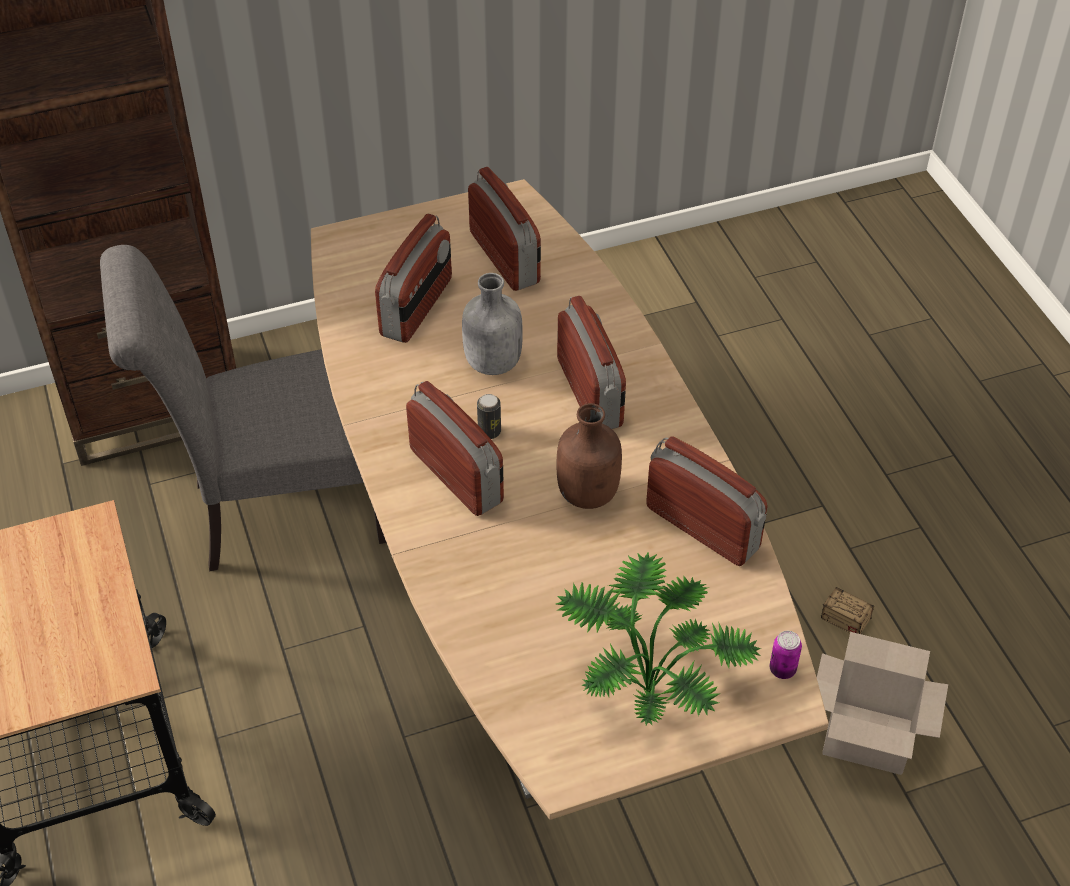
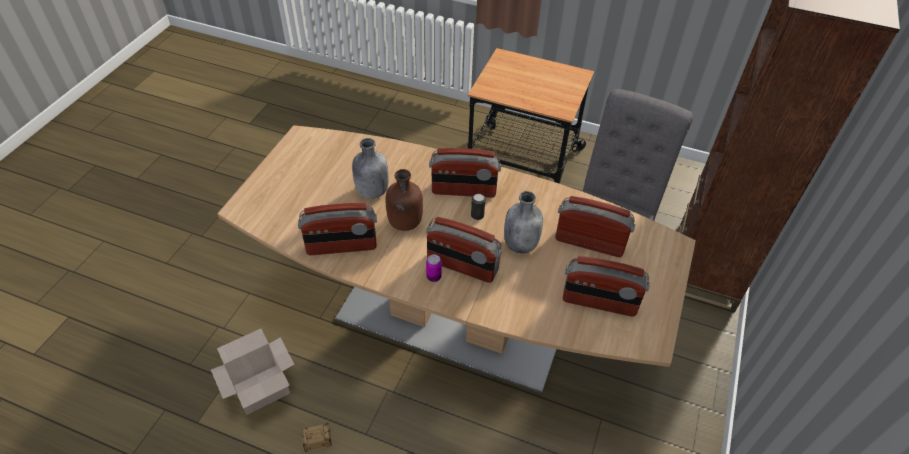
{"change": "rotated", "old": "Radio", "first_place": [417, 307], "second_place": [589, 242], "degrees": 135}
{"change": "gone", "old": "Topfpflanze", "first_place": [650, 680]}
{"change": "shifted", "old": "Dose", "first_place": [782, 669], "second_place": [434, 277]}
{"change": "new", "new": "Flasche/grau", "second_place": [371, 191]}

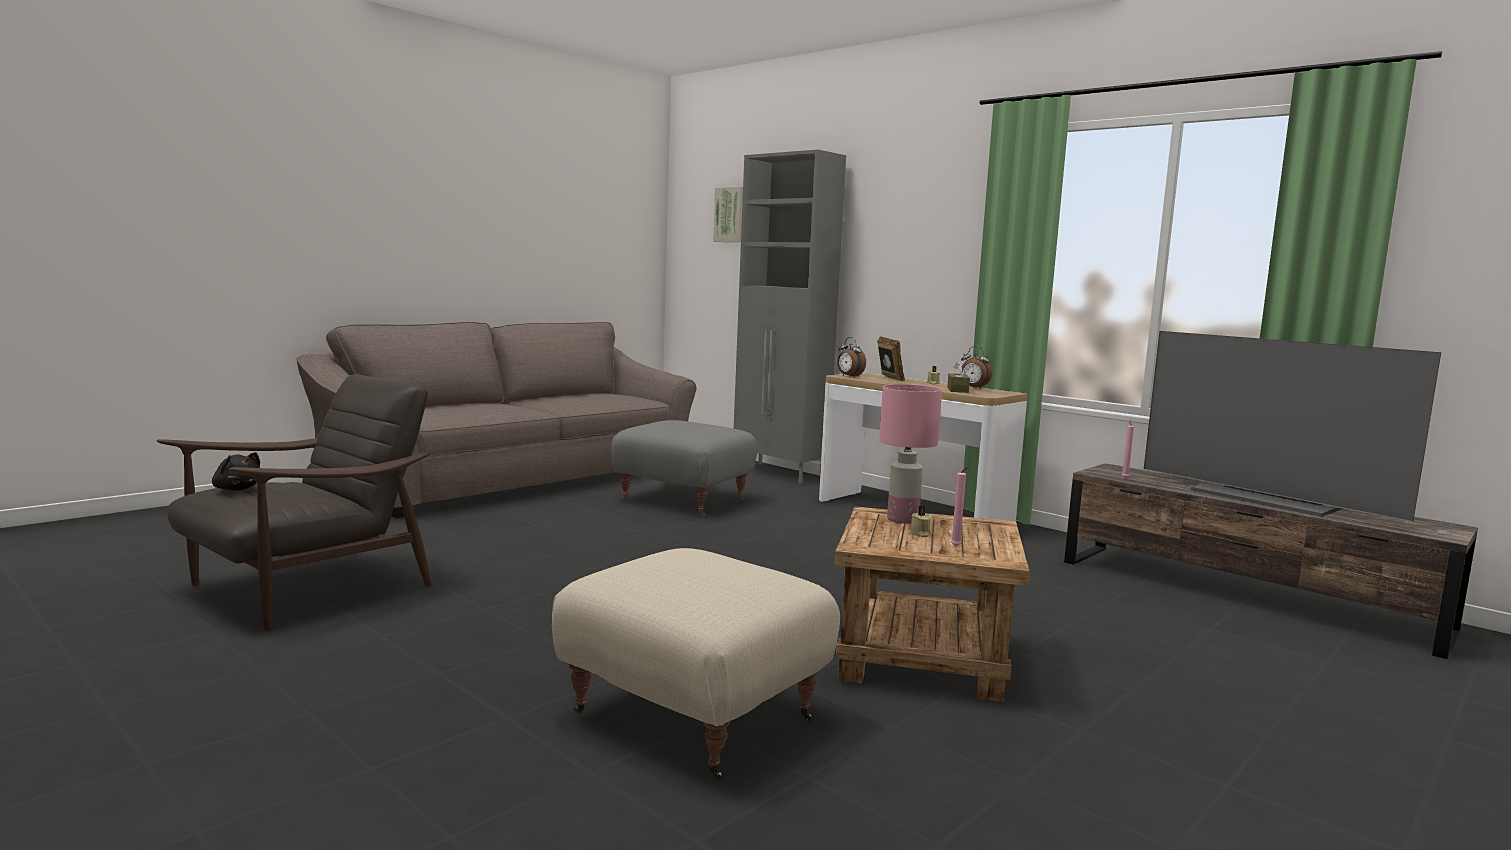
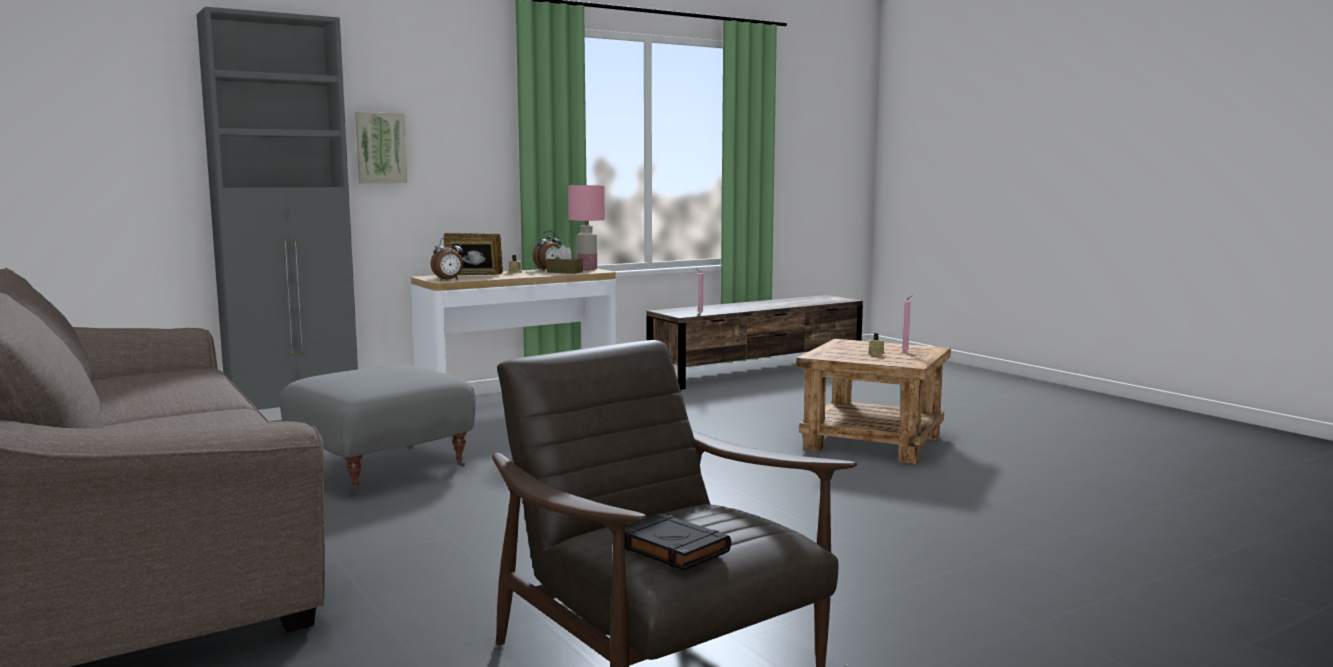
{"change": "swapped", "old": "Plüschtier/schwarz", "new": "Buch/schwarz", "first_place": [236, 489], "second_place": [671, 548]}
{"change": "gone", "old": "Polsterhocker/beige", "first_place": [694, 716]}
{"change": "shifted", "old": "Bild", "first_place": [730, 215], "second_place": [380, 148]}
{"change": "shifted", "old": "Tischlampe/rosa", "first_place": [901, 519], "second_place": [587, 269]}
{"change": "gone", "old": "Fernseher", "first_place": [1266, 499]}

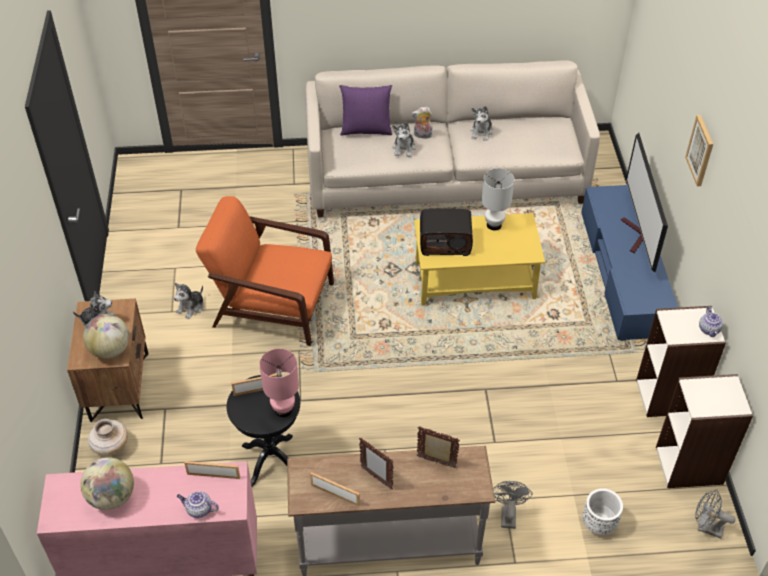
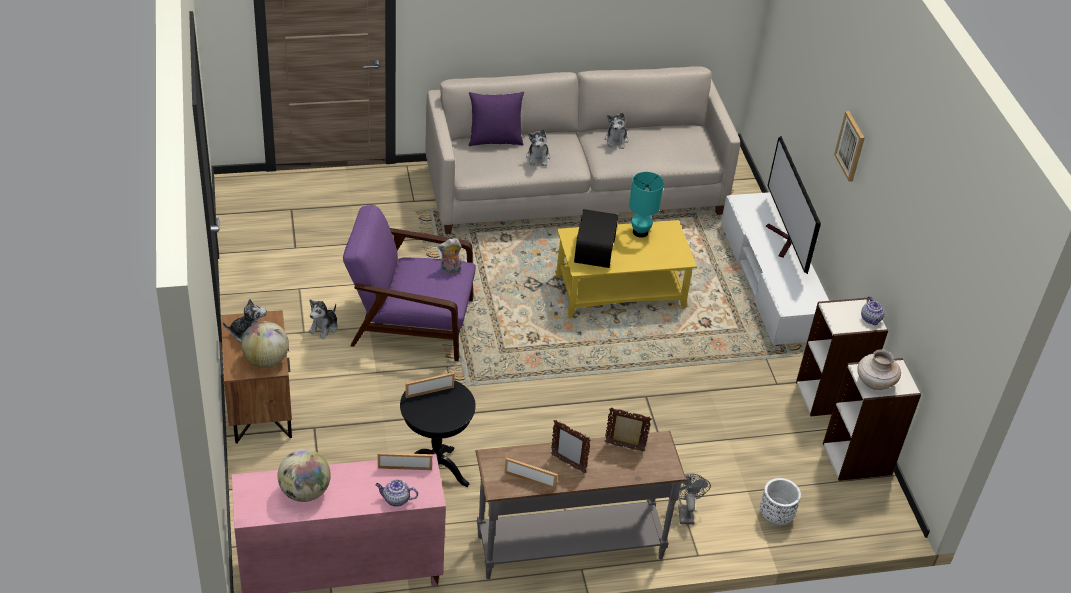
{"change": "shifted", "old": "Vase/beige", "first_place": [110, 446], "second_place": [874, 383]}
{"change": "repainted", "old": "Sessel/orange", "new": "Sessel/lila", "first_place": [272, 304], "second_place": [410, 322]}
{"change": "gone", "old": "Tischlampe/rosa", "first_place": [283, 409]}
{"change": "shifted", "old": "Plüschtier", "first_place": [422, 136], "second_place": [450, 270]}
{"change": "rotated", "old": "Radio", "first_place": [445, 242], "second_place": [593, 250], "degrees": -75}
{"change": "repainted", "old": "Tischlampe/weiß", "new": "Tischlampe/türkis", "first_place": [493, 225], "second_place": [640, 232]}
{"change": "repainted", "old": "Fernsehschrank/blau", "new": "Fernsehschrank/weiß", "first_place": [623, 273], "second_place": [771, 281]}
{"change": "gone", "old": "Ventilator/grau", "first_place": [706, 527]}

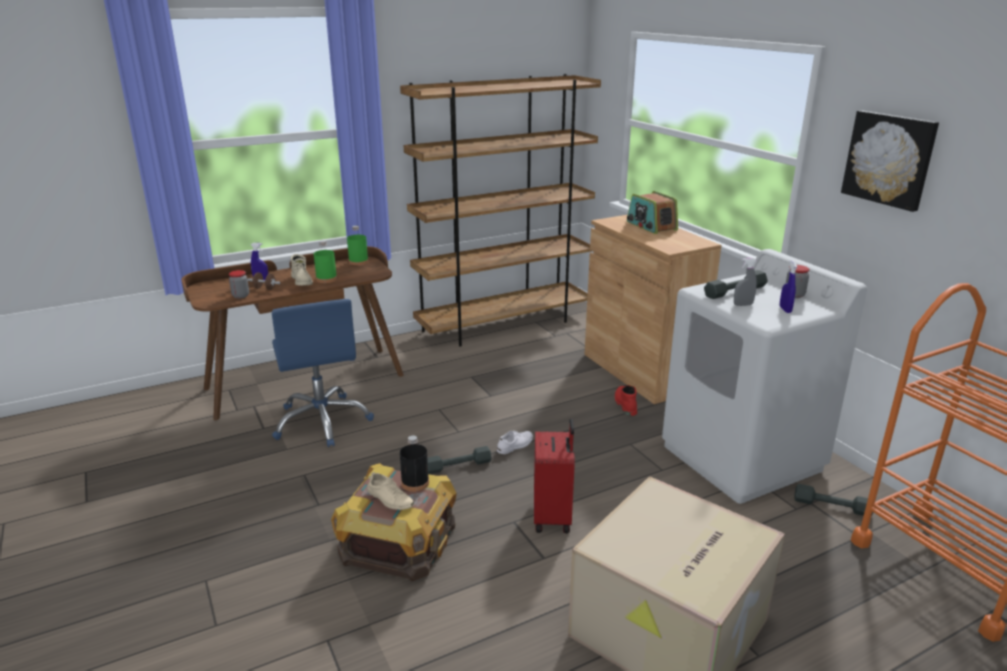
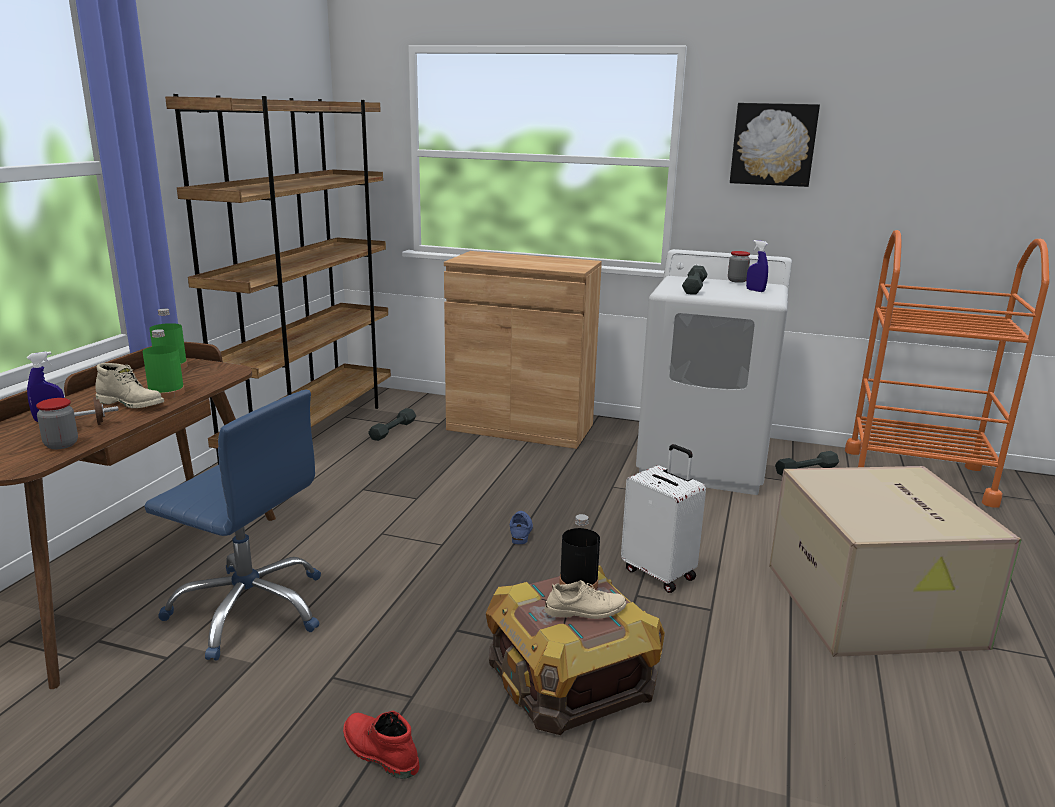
{"change": "shifted", "old": "Hantel/grau", "first_place": [458, 466], "second_place": [393, 430]}
{"change": "repainted", "old": "Schuh/weiß", "new": "Schuh/blau", "first_place": [515, 445], "second_place": [520, 531]}
{"change": "repainted", "old": "Koffer/rot", "new": "Koffer/weiß", "first_place": [553, 517], "second_place": [660, 573]}
{"change": "shifted", "old": "Stiefel/rot", "first_place": [625, 404], "second_place": [378, 752]}
{"change": "gone", "old": "Radio", "first_place": [651, 226]}
{"change": "gone", "old": "Sprühflasche/grau", "first_place": [743, 305]}

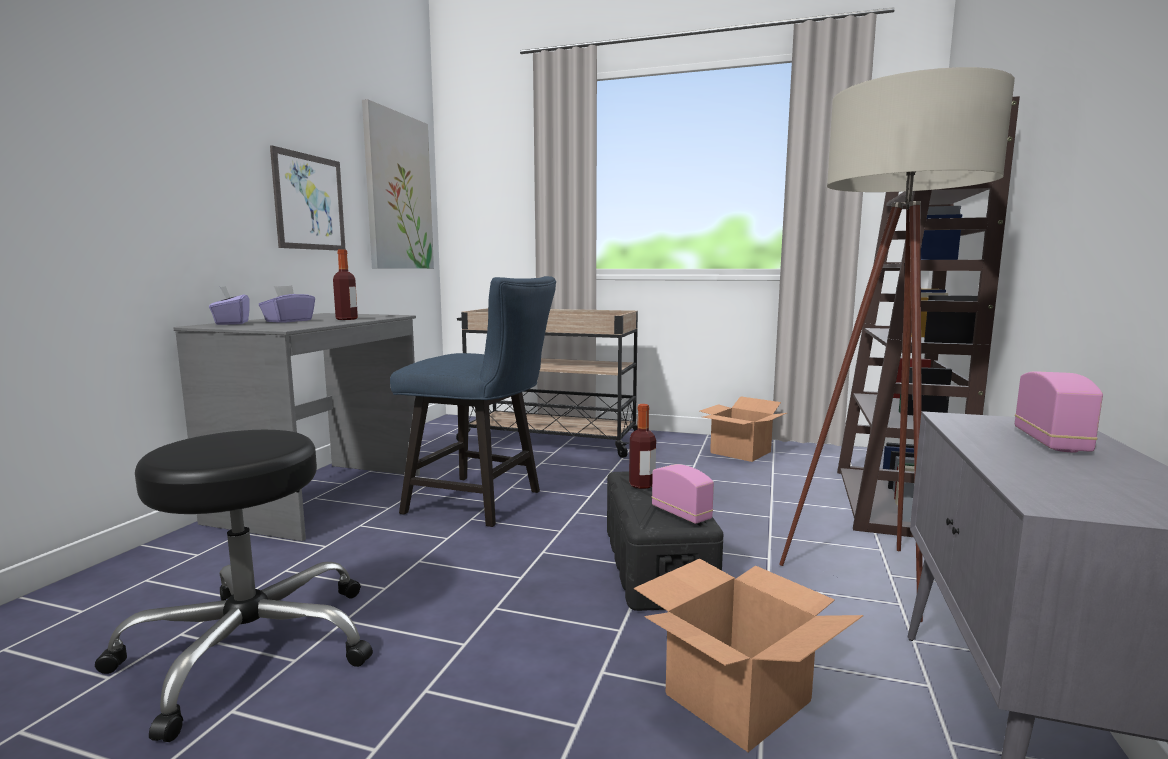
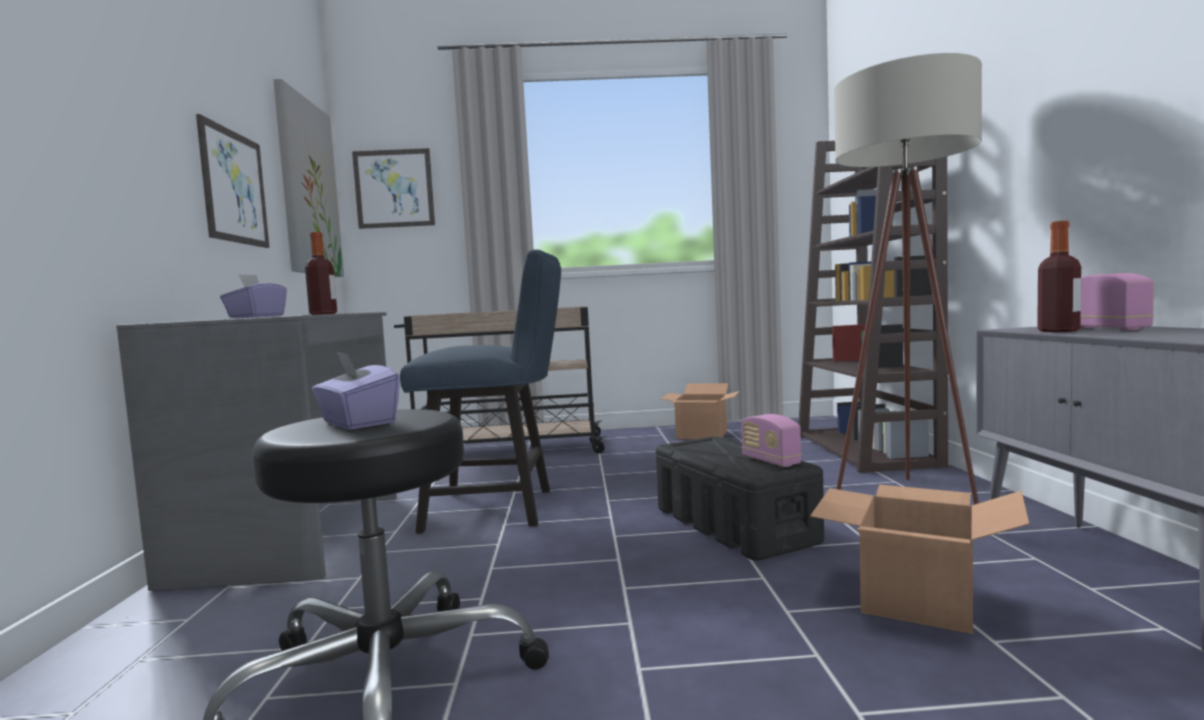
{"change": "shifted", "old": "Taschentuchbox/lila", "first_place": [231, 323], "second_place": [357, 423]}
{"change": "shifted", "old": "Flasche", "first_place": [642, 485], "second_place": [1058, 331]}
{"change": "rotated", "old": "Radio", "first_place": [681, 513], "second_place": [770, 461], "degrees": -150}
{"change": "new", "new": "Bild", "second_place": [394, 188]}

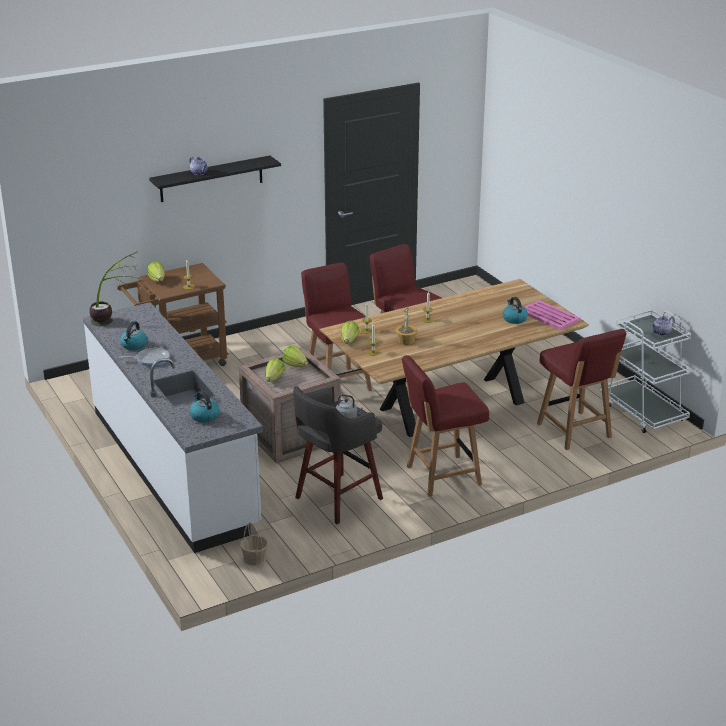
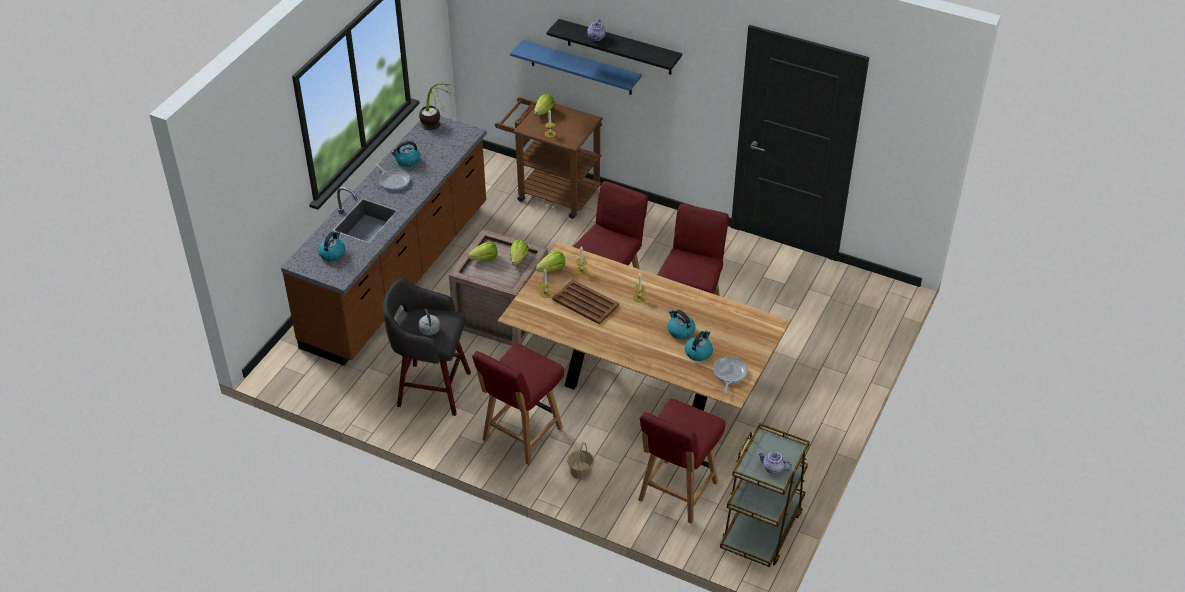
{"change": "repainted", "old": "Küchenzeile/weiß", "new": "Küchenzeile/braun", "first_place": [174, 467], "second_place": [398, 276]}
{"change": "shifted", "old": "Korb", "first_place": [254, 558], "second_place": [581, 471]}
{"change": "swapped", "old": "Topfpflanze", "new": "Tablett/braun", "first_place": [406, 341], "second_place": [586, 303]}
{"change": "rotated", "old": "Stuhl/rot", "first_place": [441, 476], "second_place": [521, 435], "degrees": -90}
{"change": "swapped", "old": "Tablett/rosa", "new": "Pfanne", "first_place": [549, 316], "second_place": [729, 374]}
{"change": "repainted", "old": "Rollwagen/weiß", "new": "Rollwagen/braun", "first_place": [642, 412], "second_place": [761, 528]}
{"change": "new", "new": "Wandregal/blau", "second_place": [581, 68]}
{"change": "new", "new": "Wasserkessel", "second_place": [680, 331]}

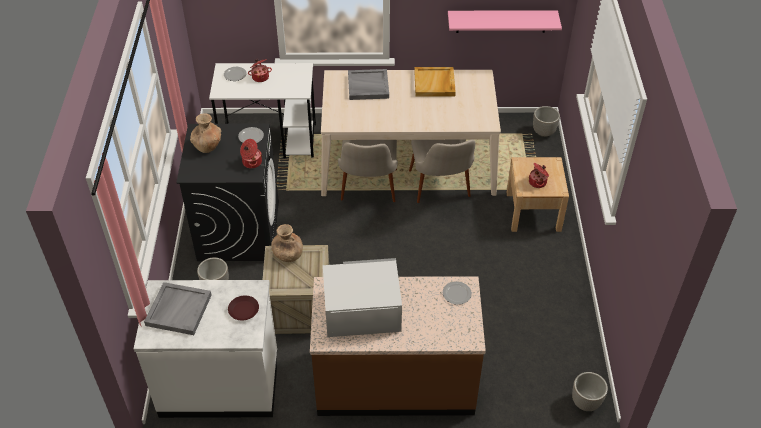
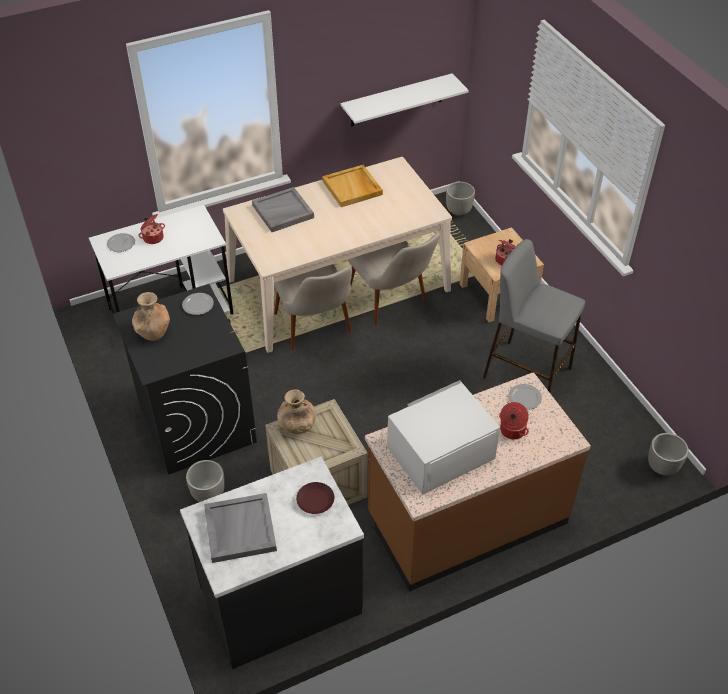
{"change": "repainted", "old": "Küchenzeile/weiß", "new": "Küchenzeile/schwarz", "first_place": [220, 384], "second_place": [280, 602]}
{"change": "shifted", "old": "Kochtopf", "first_place": [251, 162], "second_place": [512, 430]}
{"change": "repainted", "old": "Wandregal/rosa", "new": "Wandregal/weiß", "first_place": [501, 21], "second_place": [397, 100]}
{"change": "new", "new": "Hocker/grau", "second_place": [526, 372]}

